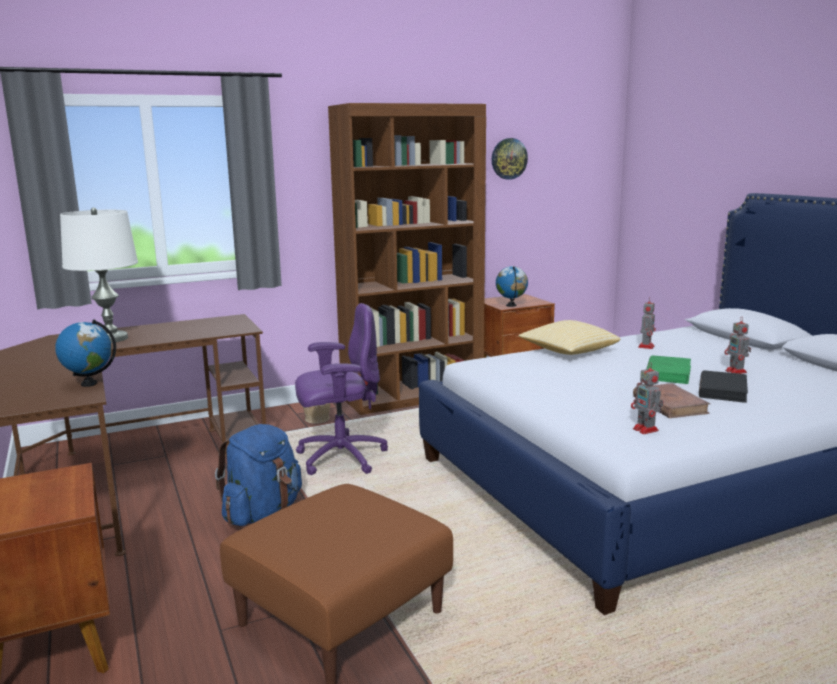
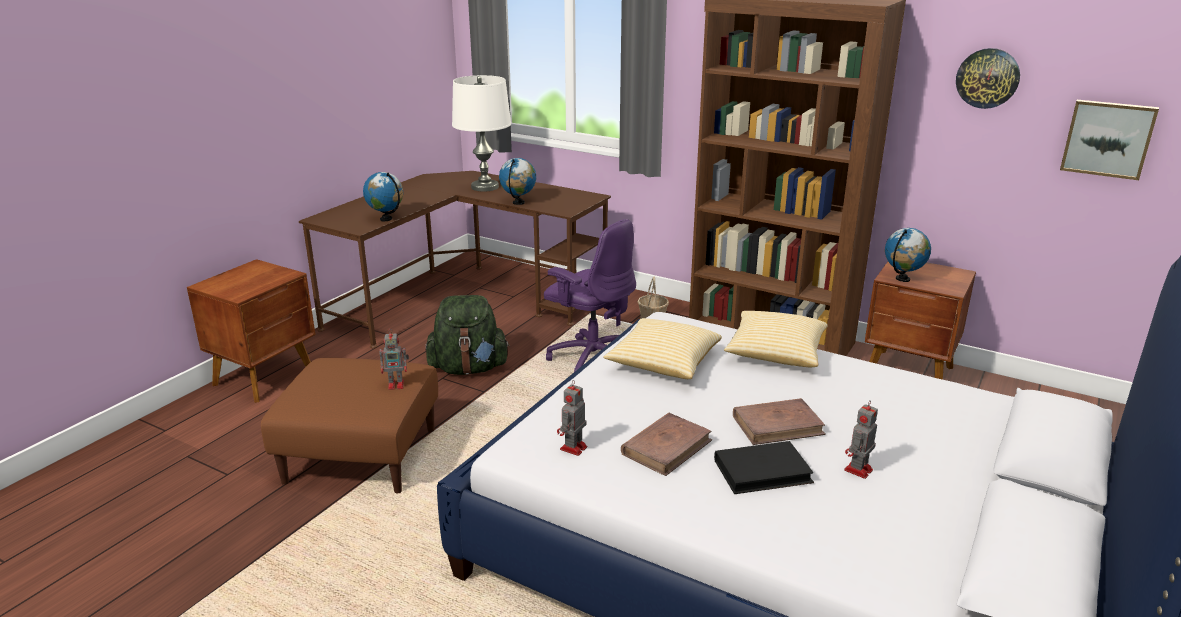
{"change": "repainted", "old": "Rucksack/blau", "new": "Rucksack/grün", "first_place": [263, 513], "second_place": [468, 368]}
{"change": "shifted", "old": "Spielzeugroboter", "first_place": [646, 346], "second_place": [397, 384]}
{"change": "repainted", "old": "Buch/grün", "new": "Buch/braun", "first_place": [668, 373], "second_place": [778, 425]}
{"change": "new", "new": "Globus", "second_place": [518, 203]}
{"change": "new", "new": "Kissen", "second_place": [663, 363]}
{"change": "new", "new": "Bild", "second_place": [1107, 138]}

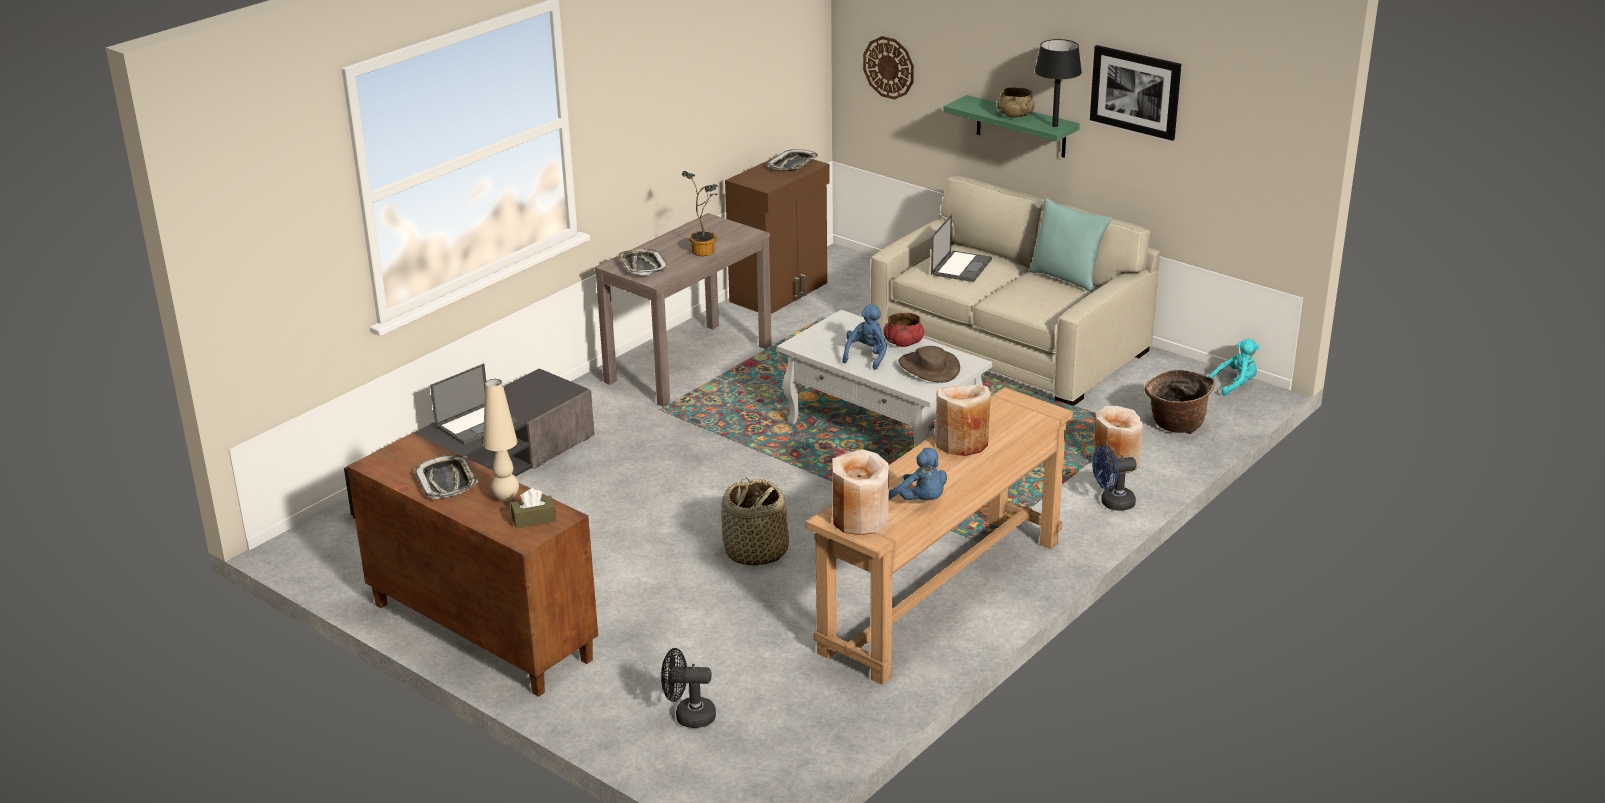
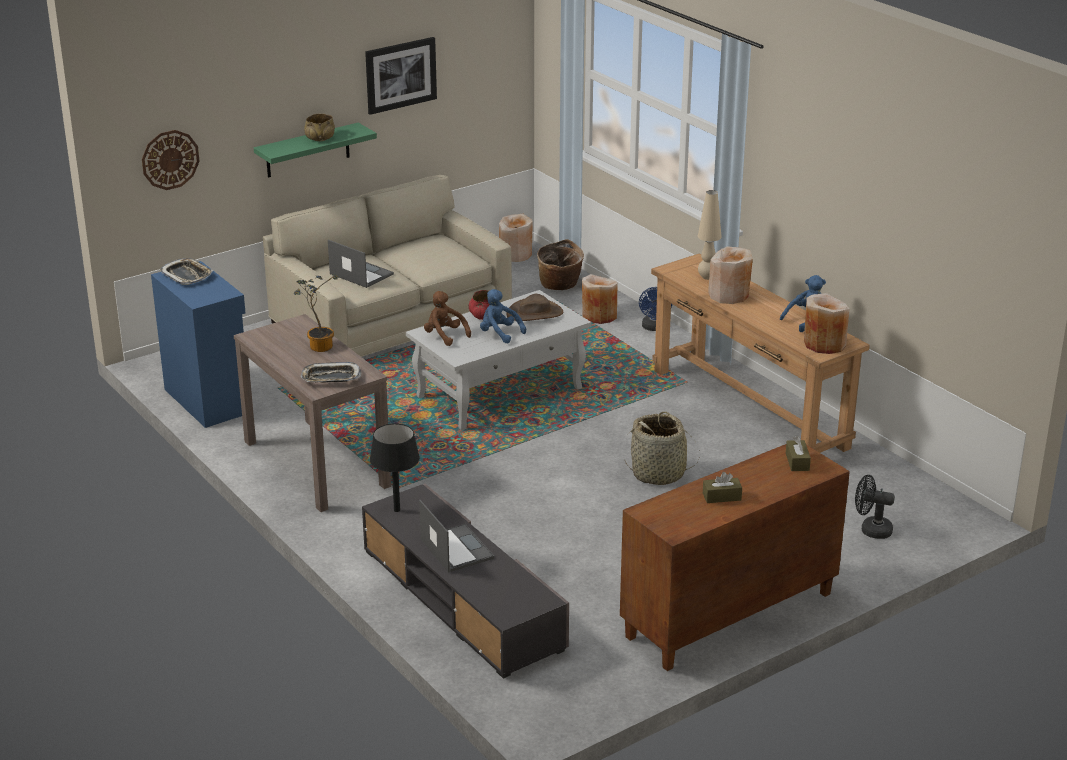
{"change": "swapped", "old": "Tablett", "new": "Taschentuchbox/braun", "first_place": [447, 482], "second_place": [721, 497]}
{"change": "shifted", "old": "Tischlampe/beige", "first_place": [506, 498], "second_place": [707, 277]}
{"change": "rotated", "old": "Ventilator/schwarz", "first_place": [688, 716], "second_place": [871, 530], "degrees": 90}
{"change": "repainted", "old": "Schrank/braun", "new": "Schrank/blau", "first_place": [780, 292], "second_place": [208, 400]}
{"change": "gone", "old": "Kissen/türkis", "first_place": [1066, 278]}
{"change": "shifted", "old": "Tischlampe/schwarz", "first_place": [1055, 126], "second_place": [397, 510]}
{"change": "swapped", "old": "Plüschtier/türkis", "new": "Vase/beige", "first_place": [1235, 385], "second_place": [515, 254]}
{"change": "new", "new": "Plüschtier/braun", "second_place": [444, 336]}

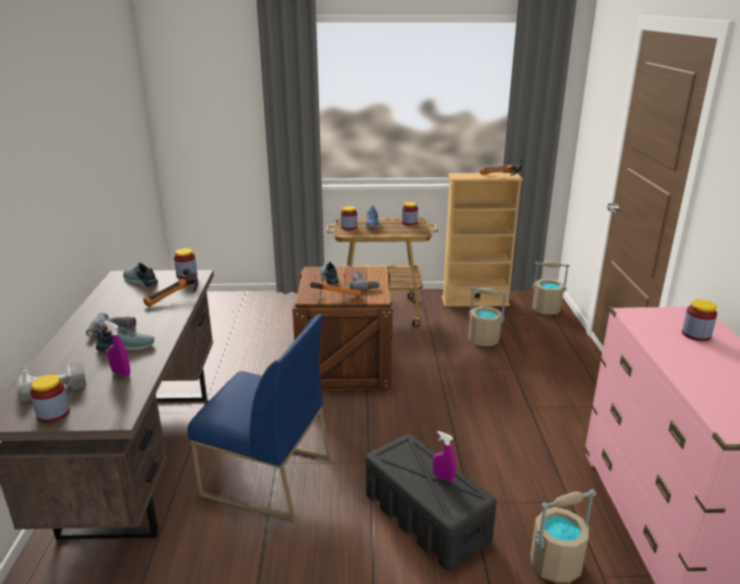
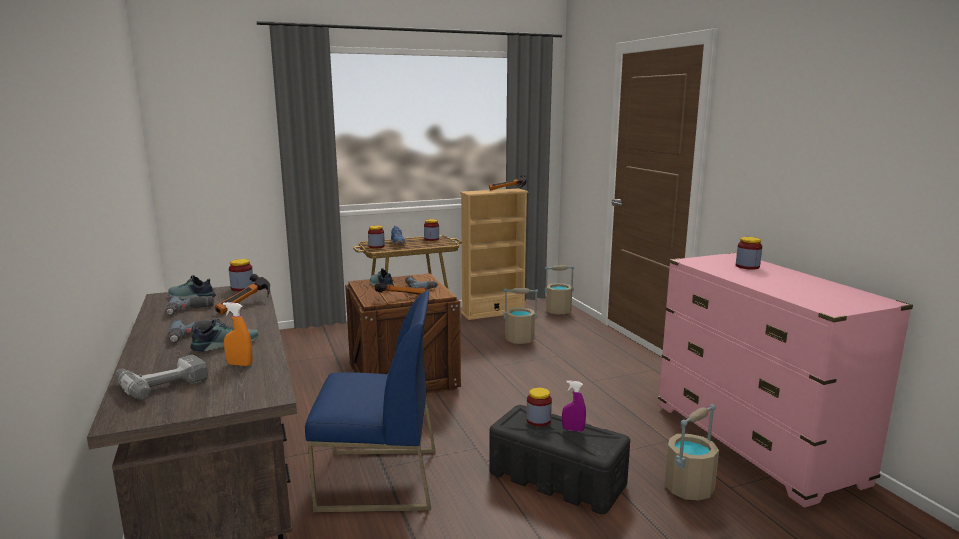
{"change": "shifted", "old": "Vorratsglas", "first_place": [53, 413], "second_place": [538, 420]}
{"change": "repainted", "old": "Sprühflasche/lila", "new": "Sprühflasche/orange", "first_place": [121, 373], "second_place": [240, 364]}
{"change": "new", "new": "Bohrmaschine", "second_place": [190, 310]}

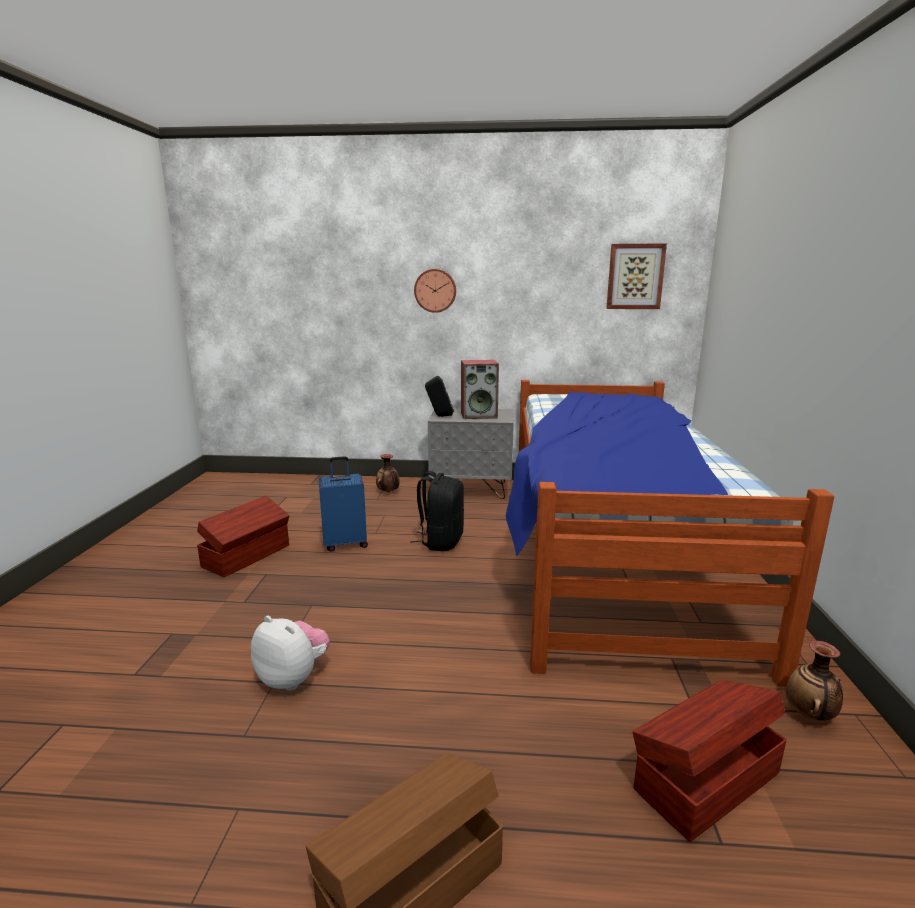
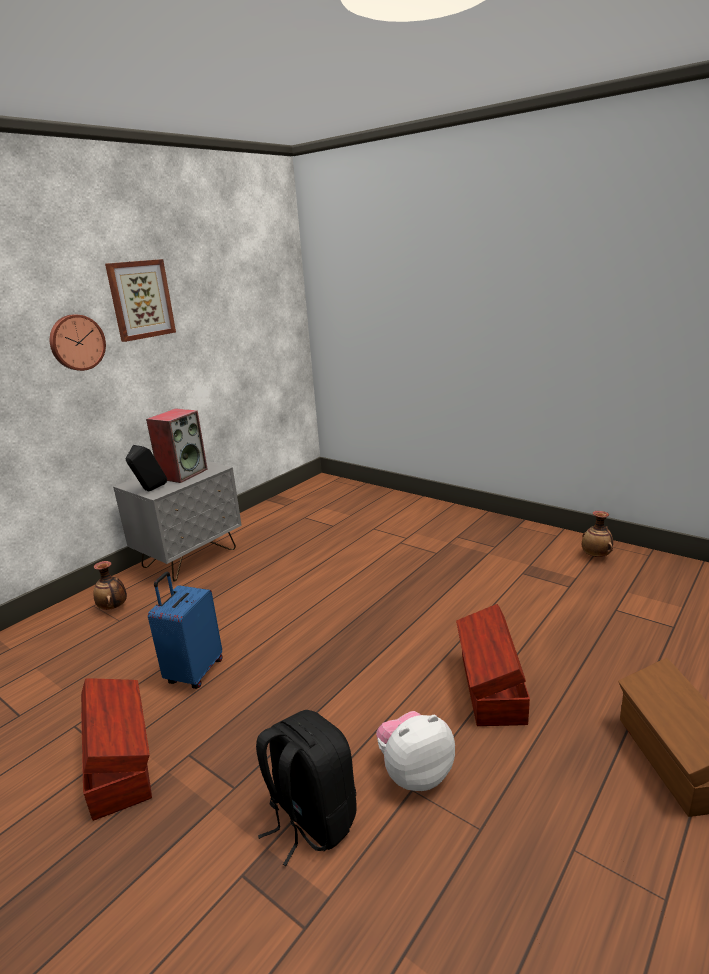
{"change": "shifted", "old": "Rucksack/schwarz", "first_place": [441, 541], "second_place": [310, 819]}
{"change": "gone", "old": "Bett", "first_place": [607, 550]}
{"change": "shifted", "old": "Bild", "first_place": [635, 276], "second_place": [140, 299]}
{"change": "shifted", "old": "Aufbewahrungsbox/braun", "first_place": [704, 780], "second_place": [490, 688]}

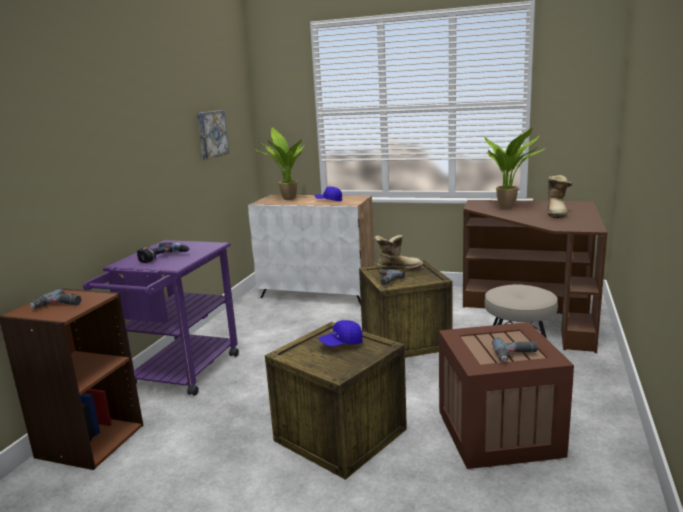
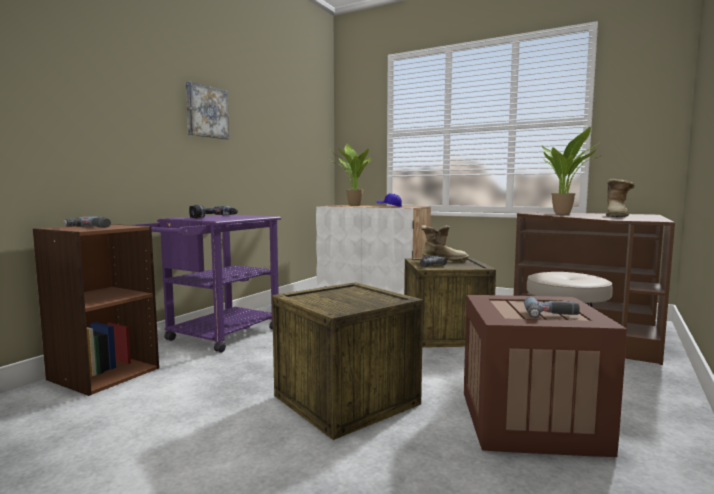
{"change": "shifted", "old": "Bild", "first_place": [211, 134], "second_place": [206, 112]}
{"change": "gone", "old": "Kappe/blau", "first_place": [341, 343]}

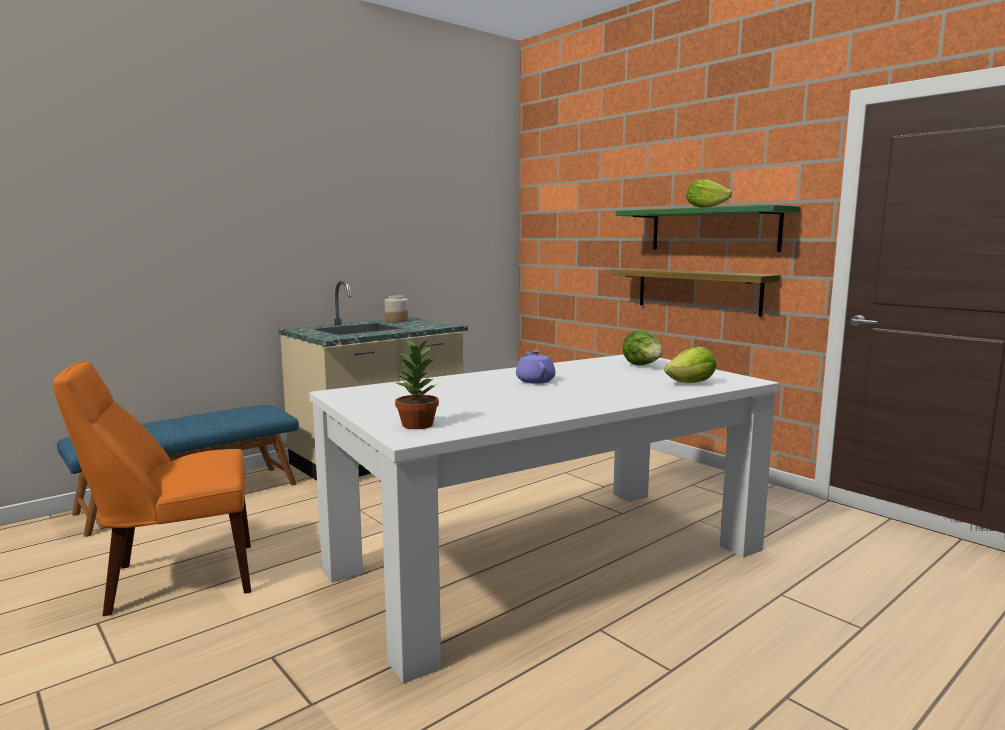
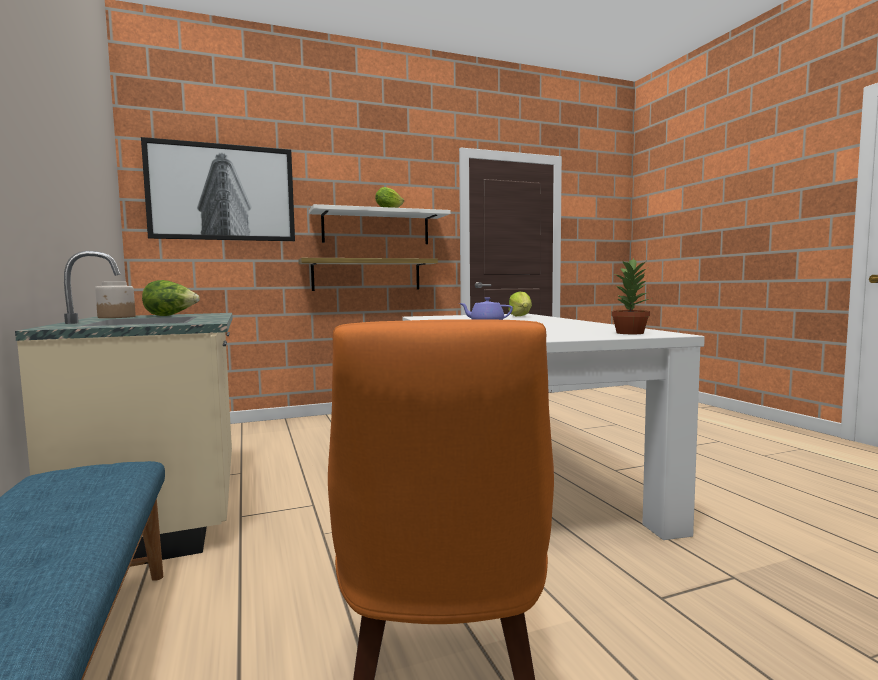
{"change": "repainted", "old": "Wandregal/grün", "new": "Wandregal/weiß", "first_place": [713, 230], "second_place": [376, 228]}
{"change": "shifted", "old": "Salatkopf", "first_place": [643, 366], "second_place": [171, 316]}
{"change": "new", "new": "Bild", "second_place": [222, 193]}

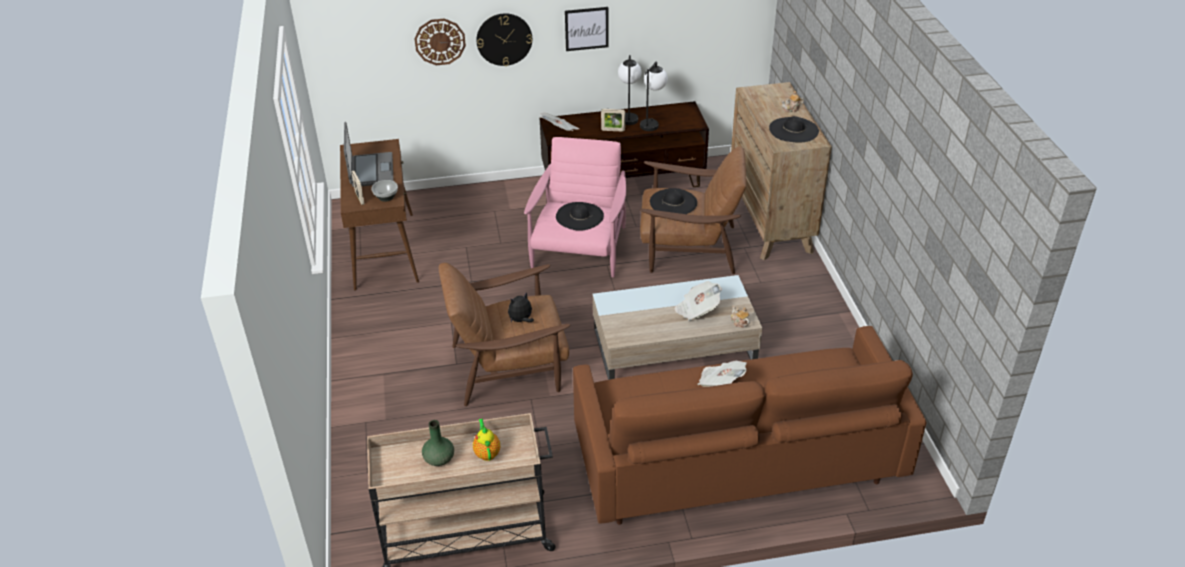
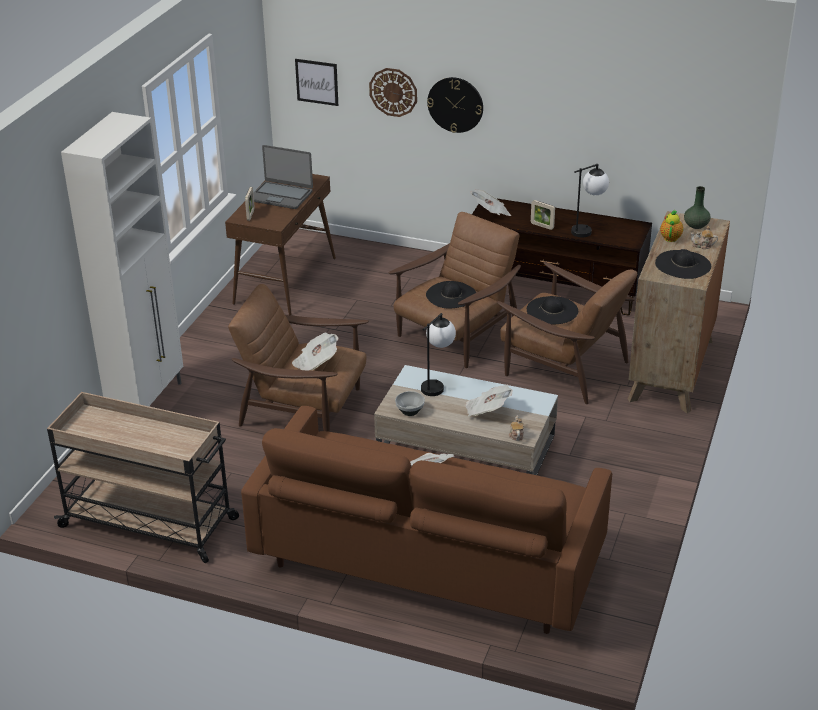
{"change": "rotated", "old": "Laptop", "first_place": [371, 171], "second_place": [281, 196], "degrees": 90}
{"change": "shifted", "old": "Schüssel", "first_place": [386, 197], "second_place": [409, 411]}
{"change": "shifted", "old": "Vase/grün", "first_place": [439, 459], "second_place": [696, 225]}
{"change": "shifted", "old": "Teekanne", "first_place": [487, 452], "second_place": [670, 237]}
{"change": "swapped", "old": "Plüschtier", "new": "Zeitung", "first_place": [521, 320], "second_place": [315, 363]}
{"change": "repainted", "old": "Sessel/rosa", "new": "Sessel/braun", "first_place": [579, 250], "second_place": [456, 334]}
{"change": "shifted", "old": "Bild", "first_place": [586, 28], "second_place": [317, 82]}
{"change": "shifted", "old": "Tischlampe", "first_place": [629, 116], "second_place": [437, 384]}
{"change": "new", "new": "Schrank/weiß", "second_place": [148, 401]}

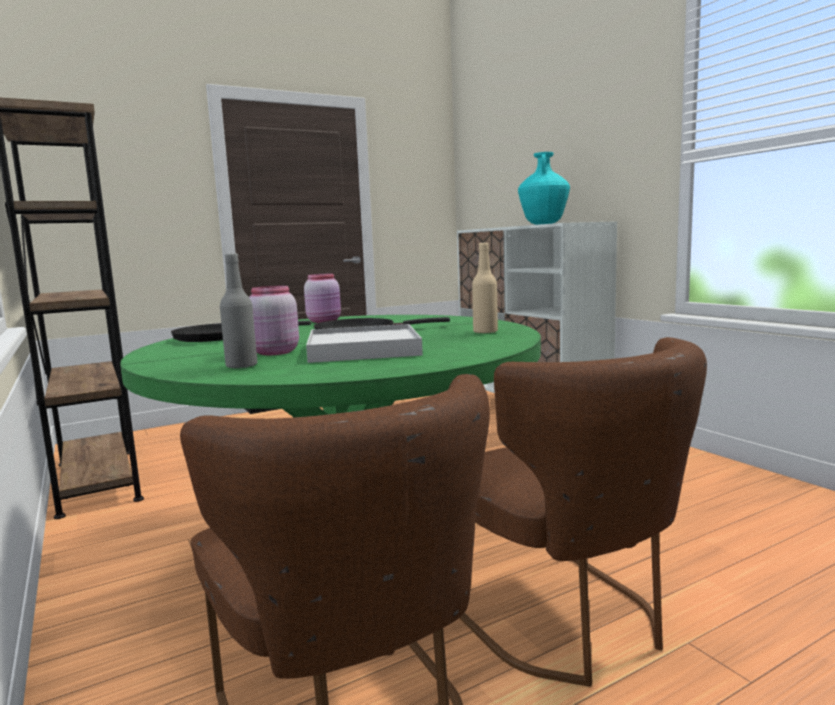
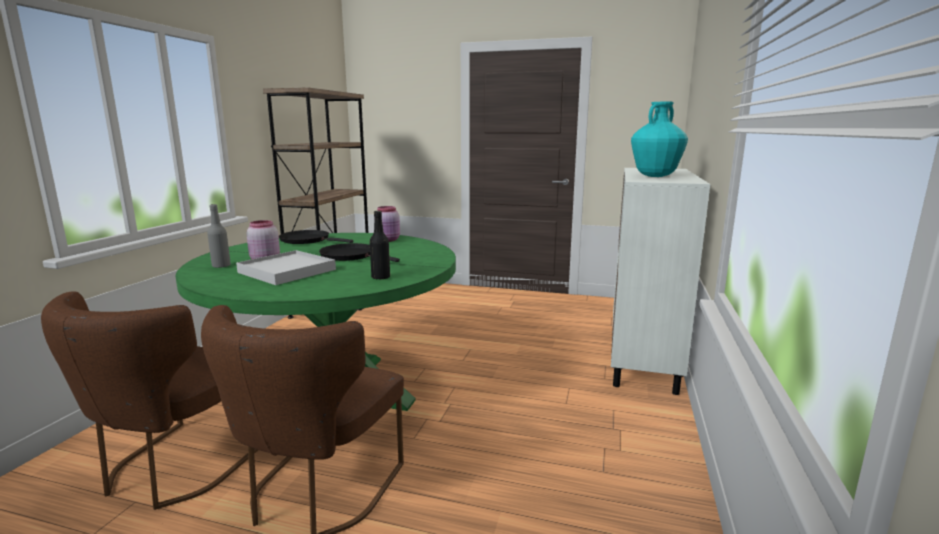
{"change": "repainted", "old": "Flasche/beige", "new": "Flasche/schwarz", "first_place": [485, 332], "second_place": [380, 277]}

